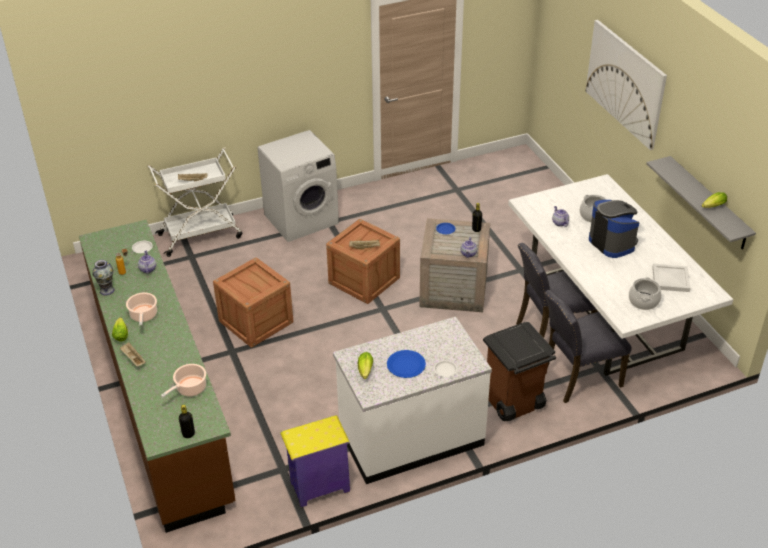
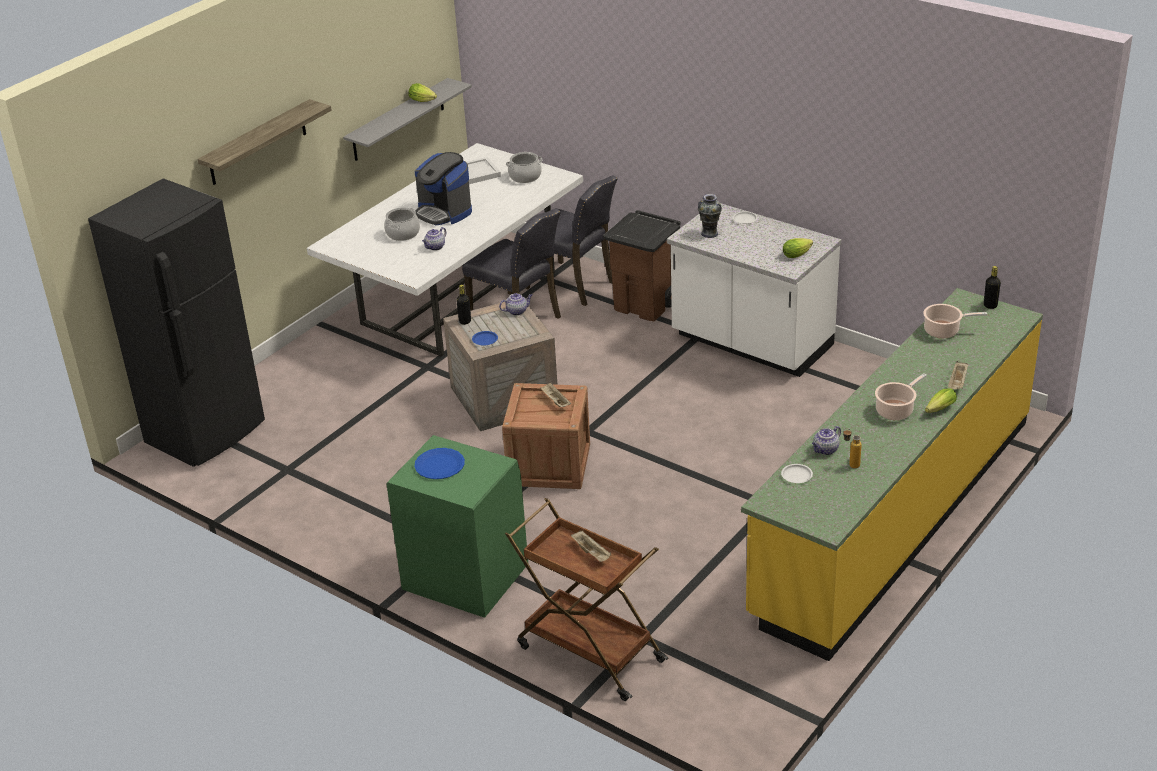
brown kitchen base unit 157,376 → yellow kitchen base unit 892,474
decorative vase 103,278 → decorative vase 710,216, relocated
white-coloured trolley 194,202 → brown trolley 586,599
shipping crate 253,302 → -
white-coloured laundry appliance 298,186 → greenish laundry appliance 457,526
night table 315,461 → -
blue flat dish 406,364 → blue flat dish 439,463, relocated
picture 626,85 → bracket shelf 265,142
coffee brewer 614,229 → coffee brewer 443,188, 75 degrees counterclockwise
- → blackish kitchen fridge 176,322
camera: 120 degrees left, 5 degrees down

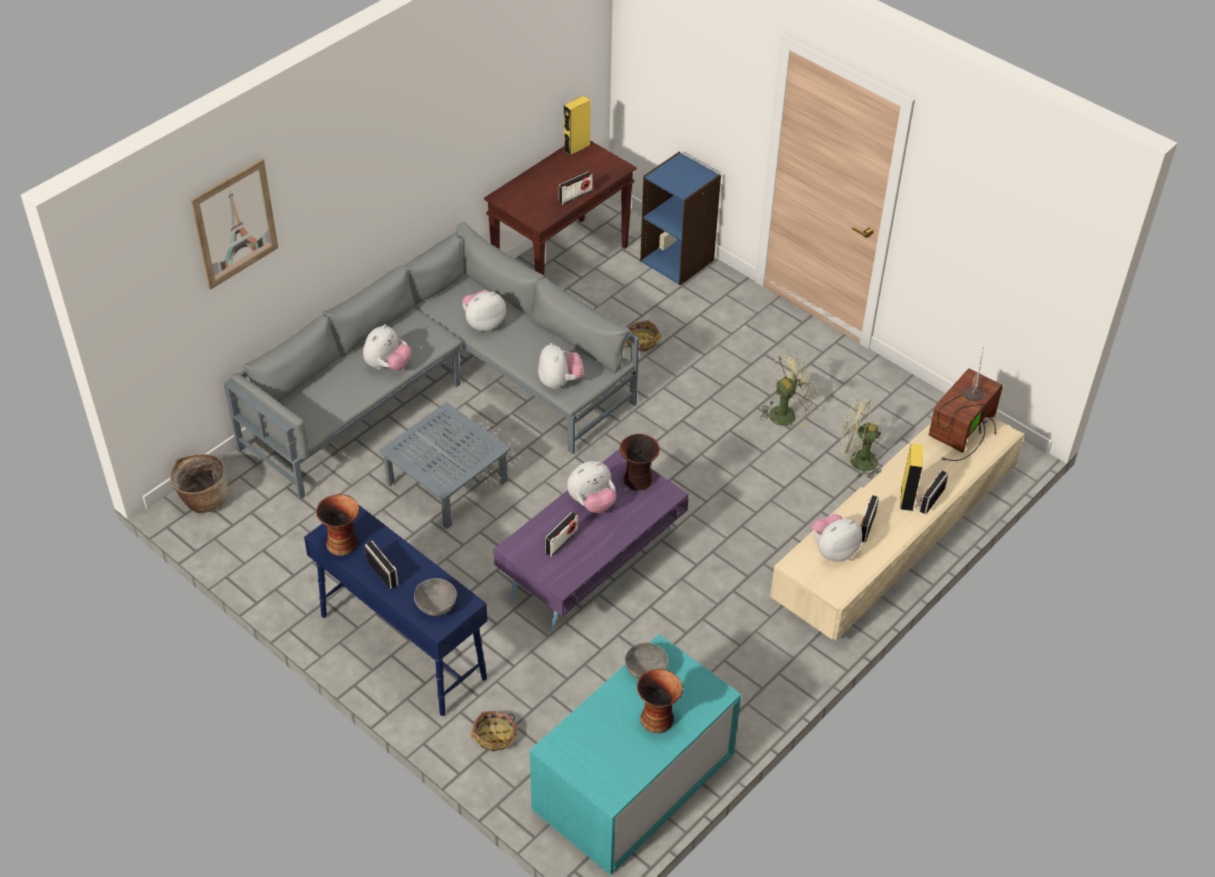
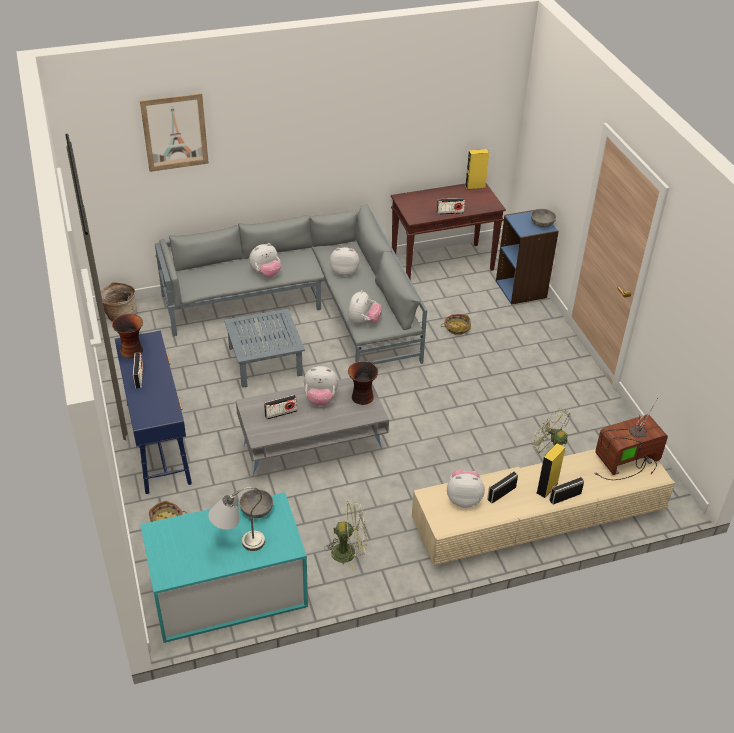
grey deep dish 435,597 → grey deep dish 543,218, relocated
purple coffee table 591,541 → grey coffee table 312,426
decorative vase 660,701 → grey tabletop lamp 236,519
greenish fan 790,389 → greenish fan 345,535, relocated
camera: 30 degrees right, 5 degrees down

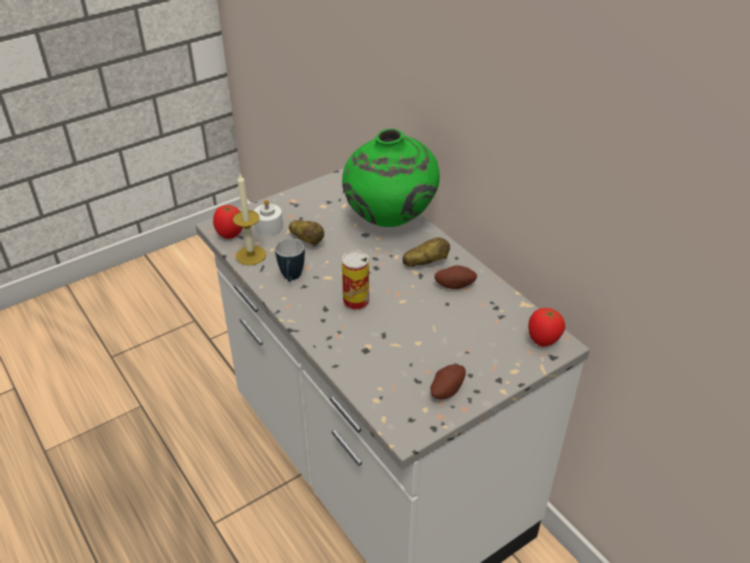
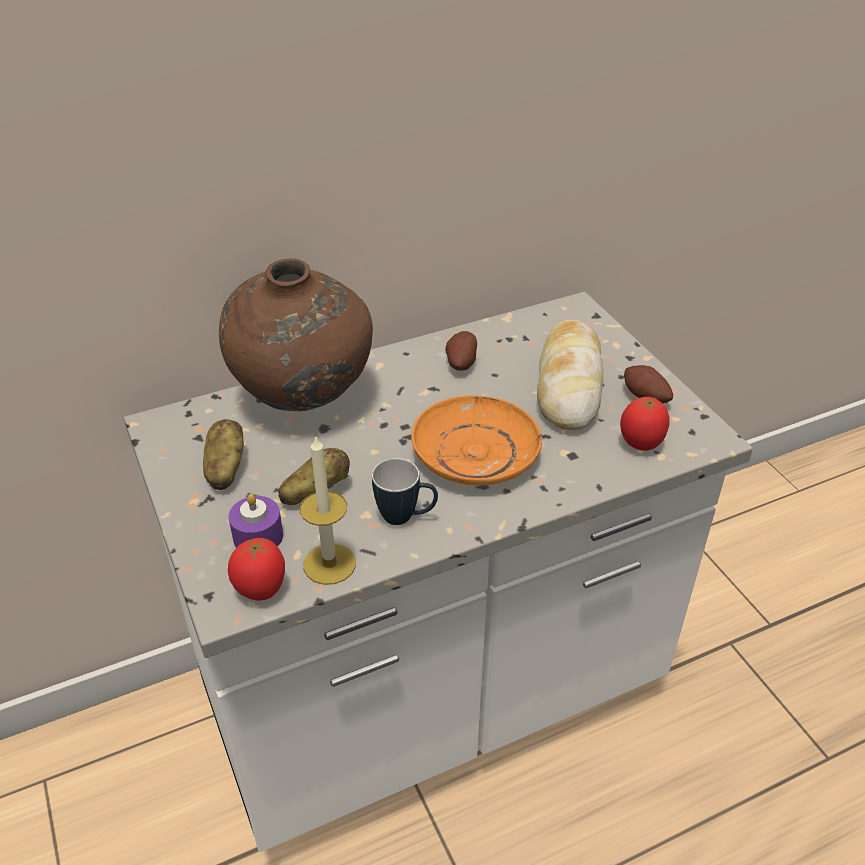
white-coloured wax candle 268,217 → purple wax candle 256,521
greenish decorative vase 391,178 → brown decorative vase 296,334
metal can 355,280 → orangey flat dish 476,440
potato 426,252 → potato 223,454, relocated
tomato 546,327 → tomato 645,424, relocated
- → bread 570,375
camera: 80 degrees left, 0 degrees up

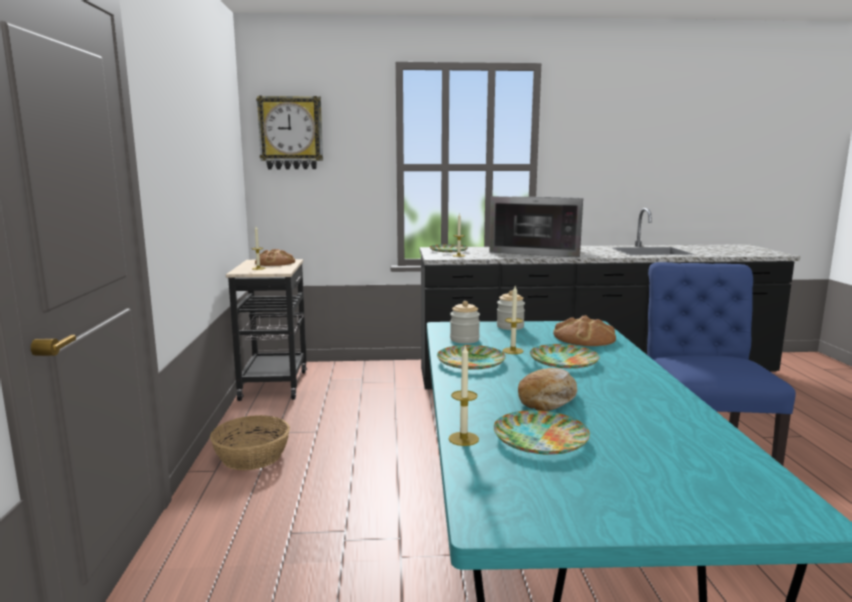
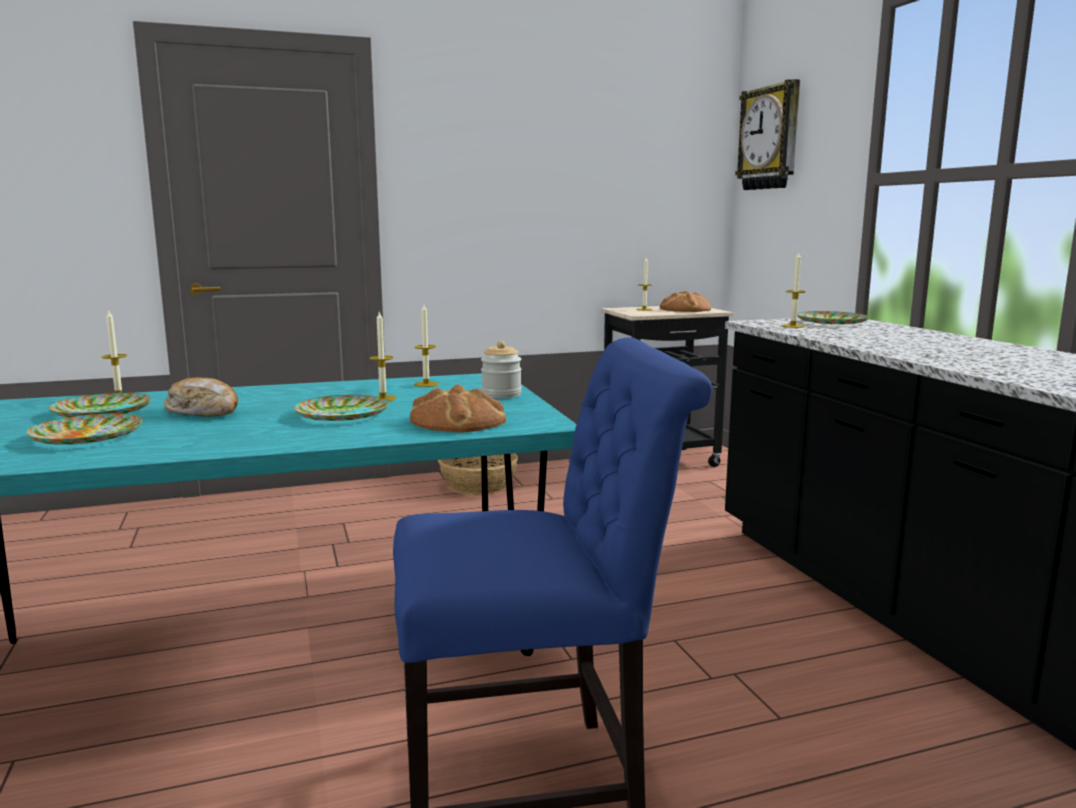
flat dish 471,357 → flat dish 84,429, relocated
jar 465,322 → wax candle 426,346
kitchen microwave 536,227 → -
camera: 75 degrees right, 0 degrees up

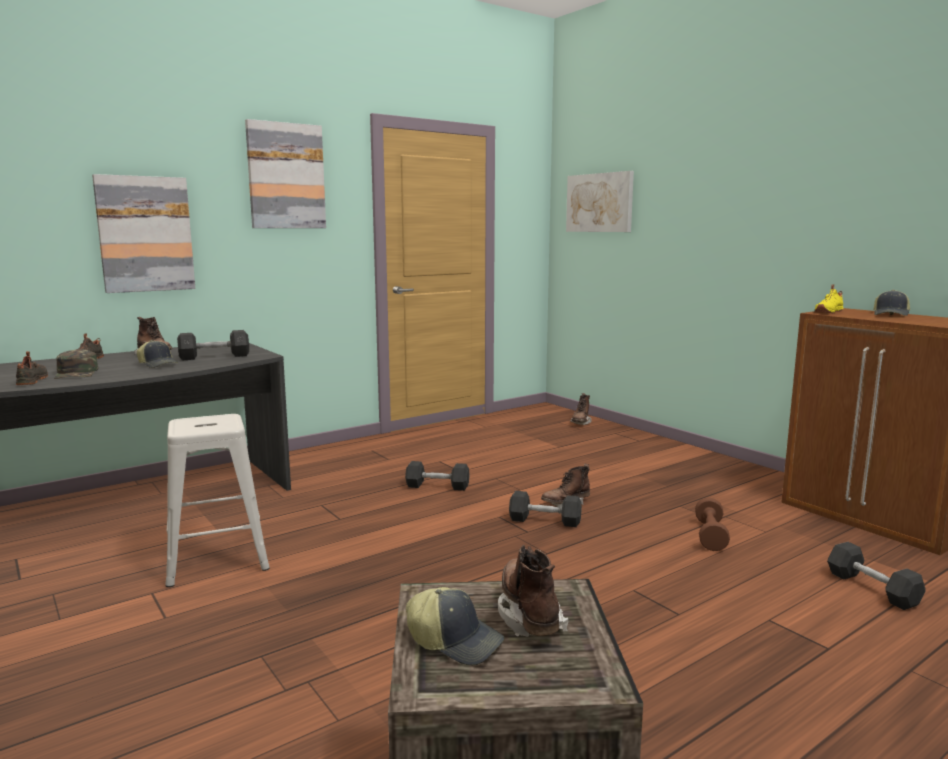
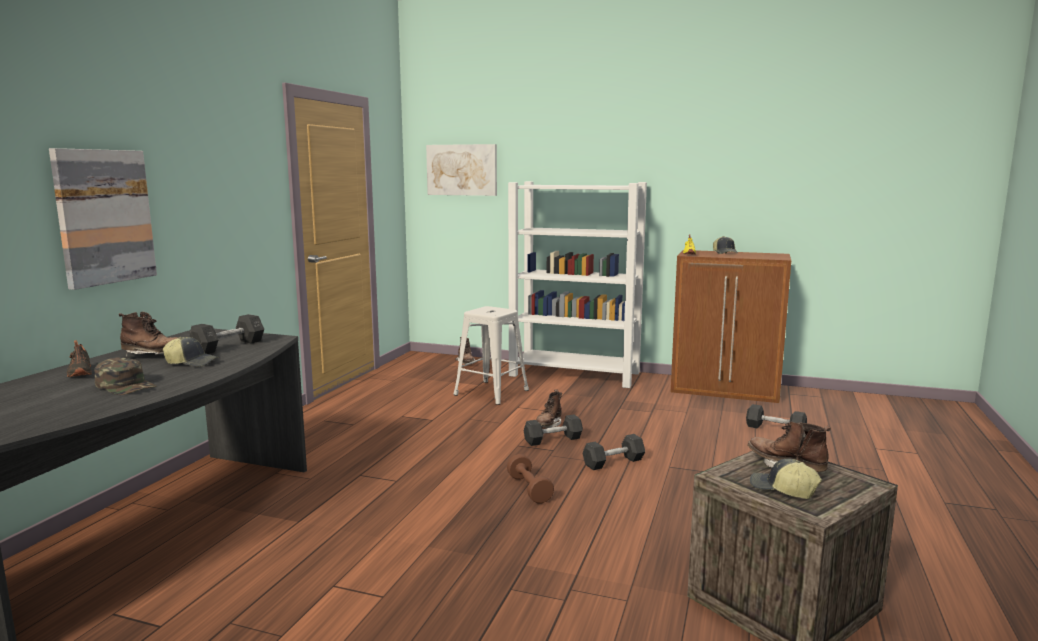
blackish shoe 32,368 → -
white-coloured stool seat 217,500 → white-coloured stool seat 491,355, relocated
picture 285,173 → -
grey free weight 437,476 → grey free weight 614,452, relocated
peaked cap 455,626 → peaked cap 786,479, 135 degrees counterclockwise
brown free weight 712,524 → brown free weight 530,478, relocated
- → white-coloured shelving unit 577,284
camera: 35 degrees left, 0 degrees up

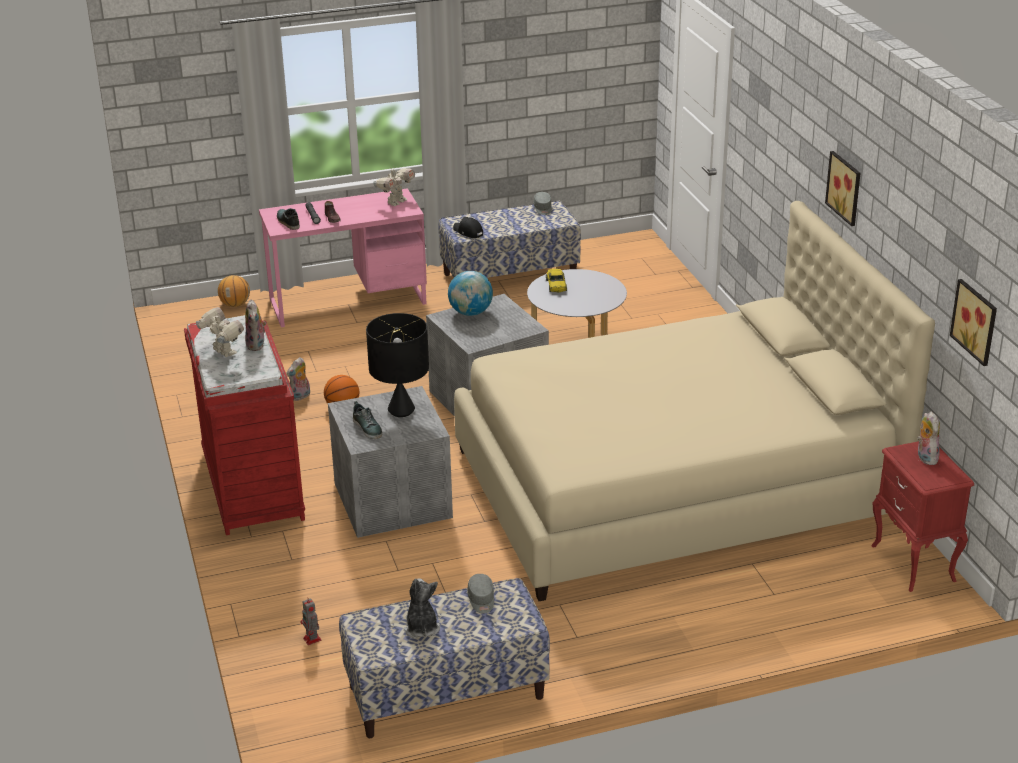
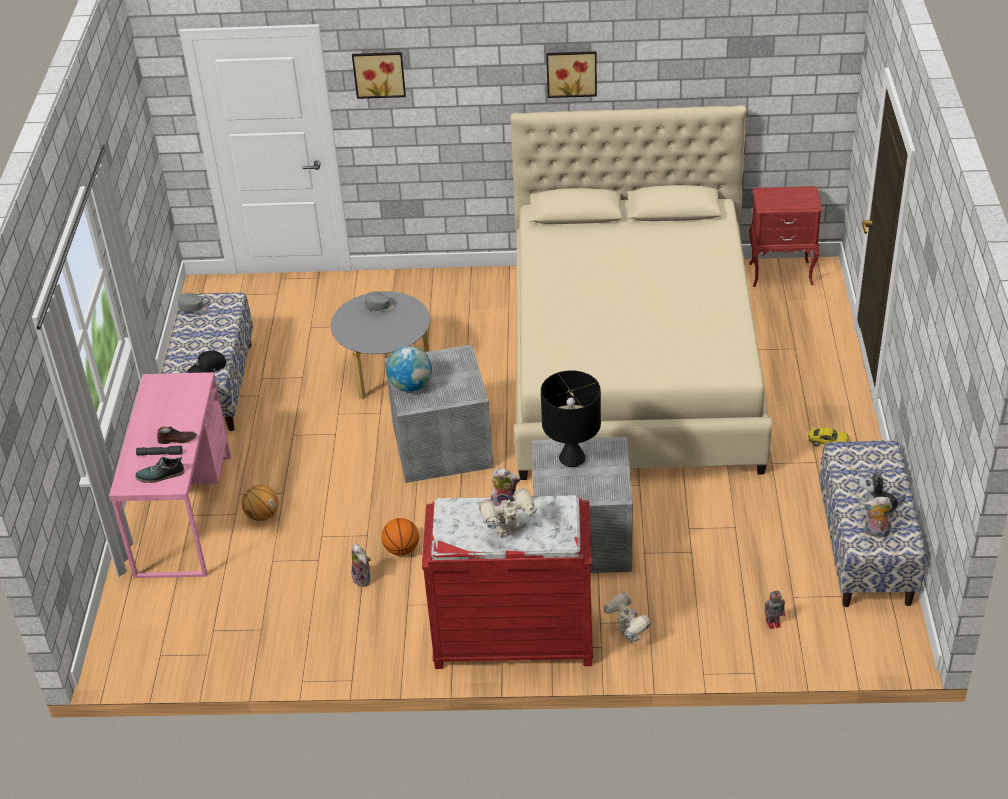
basketball ball 234,291 → basketball ball 260,503, relocated
shoe 367,420 → -
model robot 394,186 → model robot 627,617, relocated
grey peaked cap 480,593 → grey peaked cap 380,301, relocated
yellow toy car 556,280 → yellow toy car 829,437, relocated
plush toy 928,438 → plush toy 877,518, relocated
picture 973,322 → picture 379,75, relocated
camera: 70 degrees left, 10 degrees up

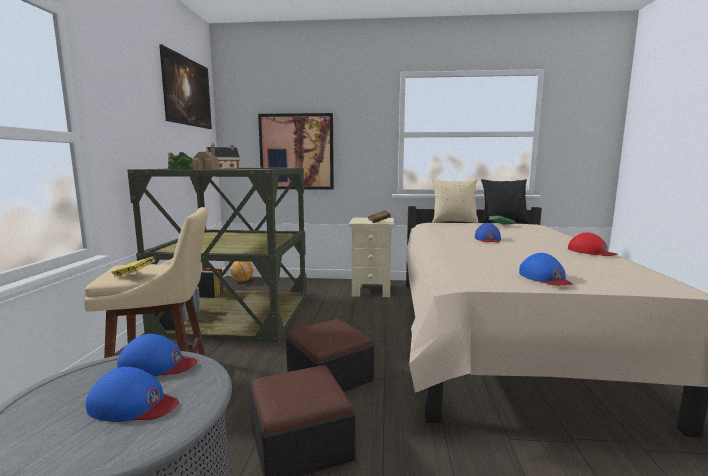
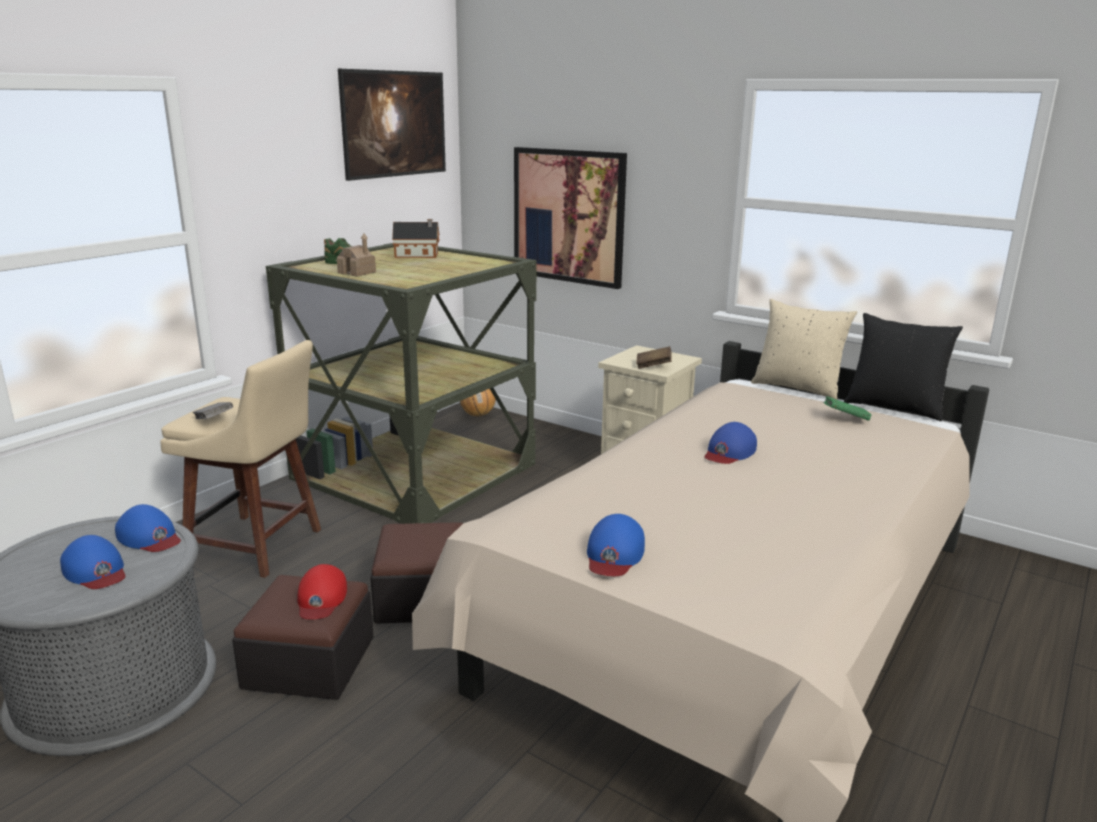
yellow volume 133,267 → grey volume 213,410
red peaked cap 593,244 → red peaked cap 322,591, relocated
camera: 30 degrees right, 10 degrees up

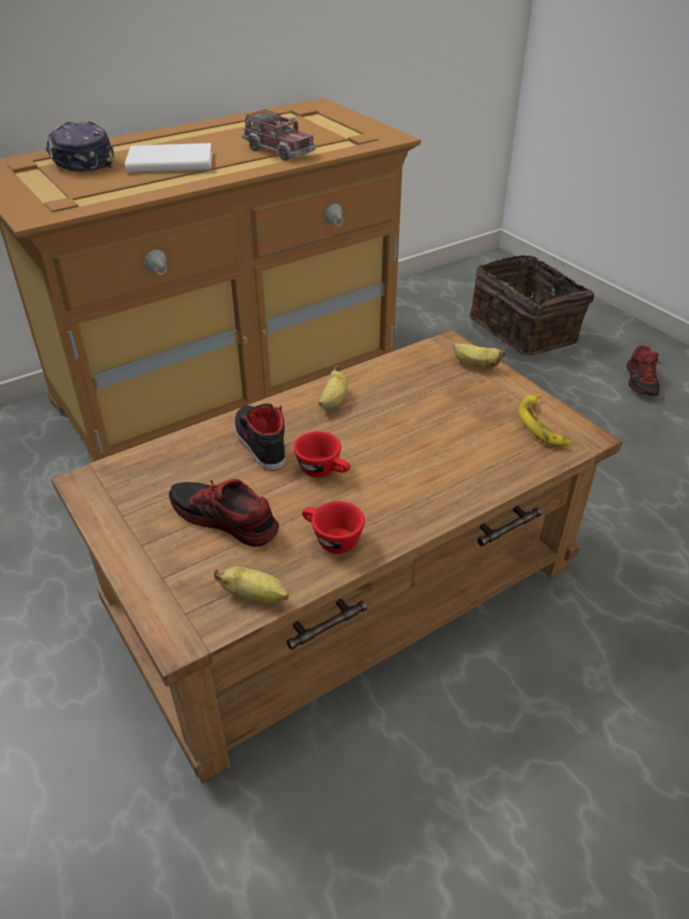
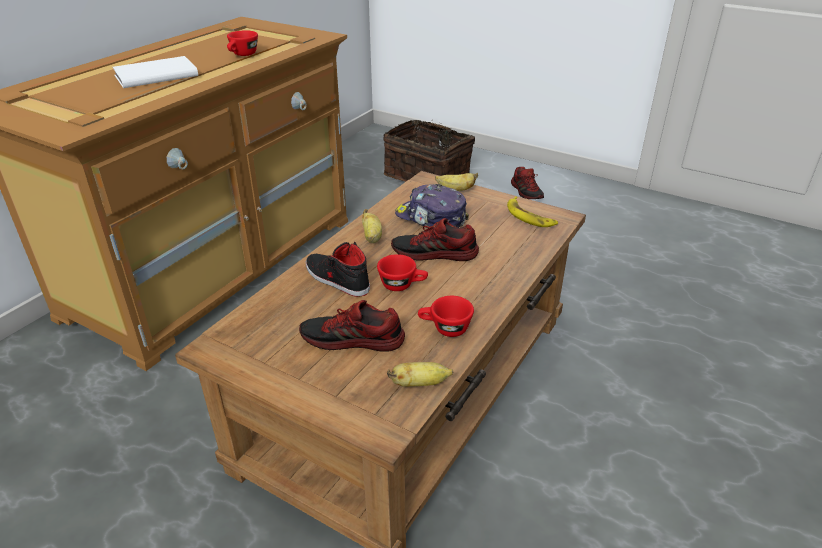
peaked cap 80,146 → peaked cap 432,206, relocated
toy lorry 279,135 → red cup 242,43
- → shoe 435,239
camera: 25 degrees left, 5 degrees down

